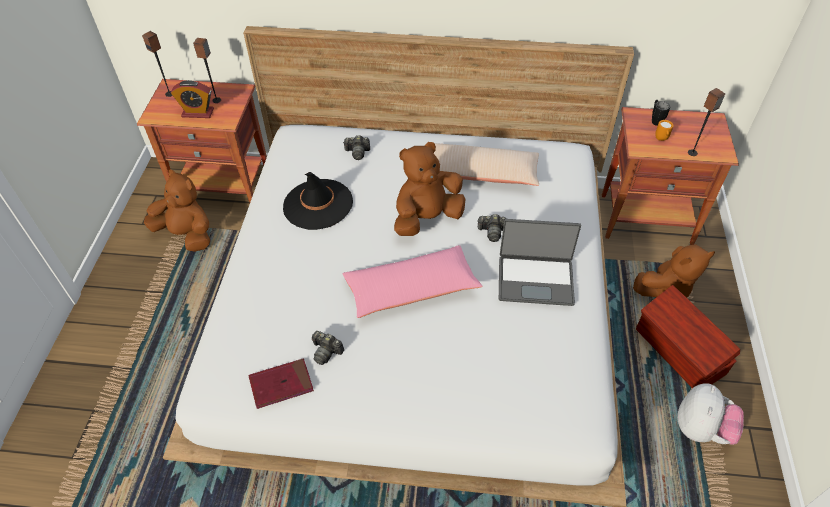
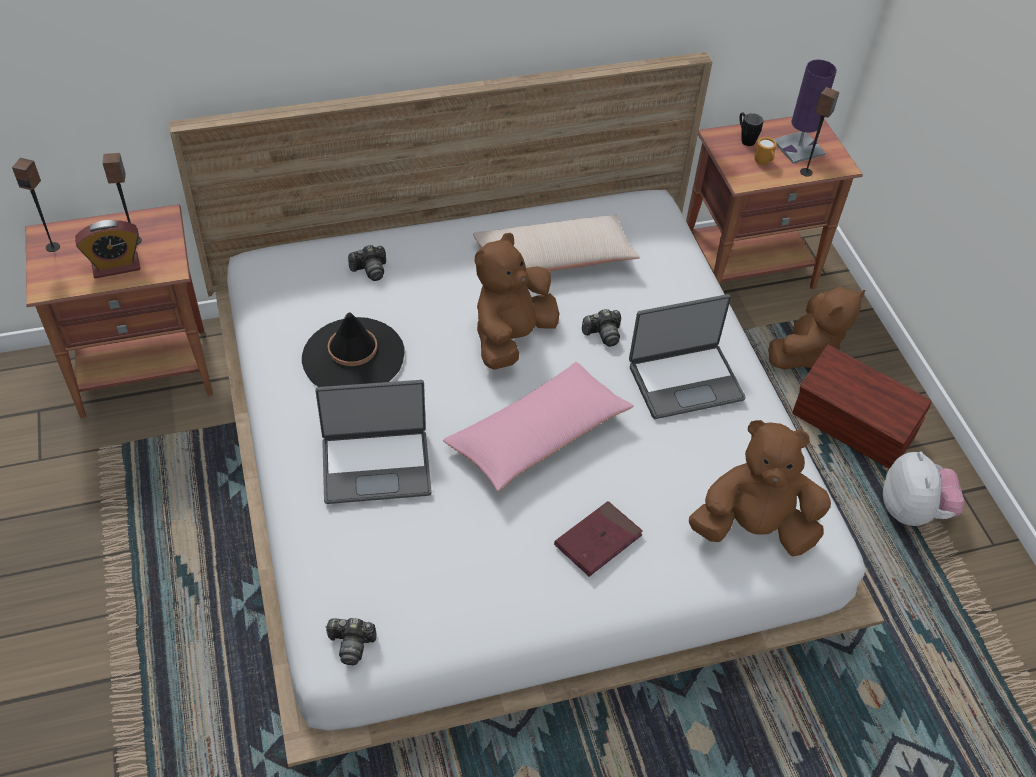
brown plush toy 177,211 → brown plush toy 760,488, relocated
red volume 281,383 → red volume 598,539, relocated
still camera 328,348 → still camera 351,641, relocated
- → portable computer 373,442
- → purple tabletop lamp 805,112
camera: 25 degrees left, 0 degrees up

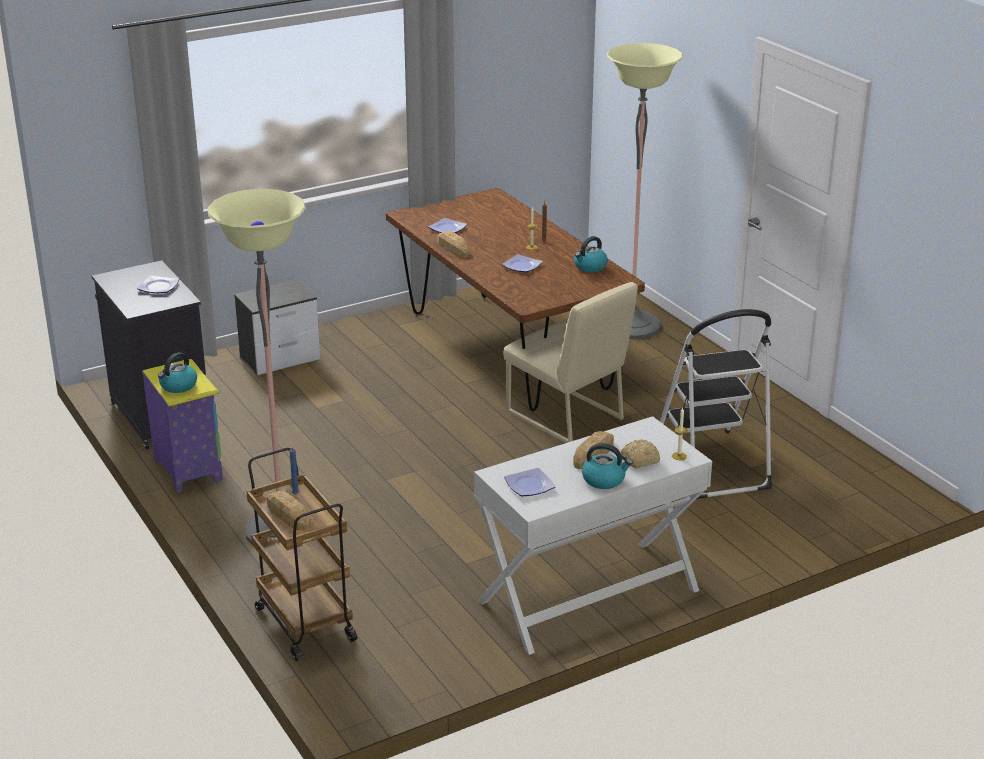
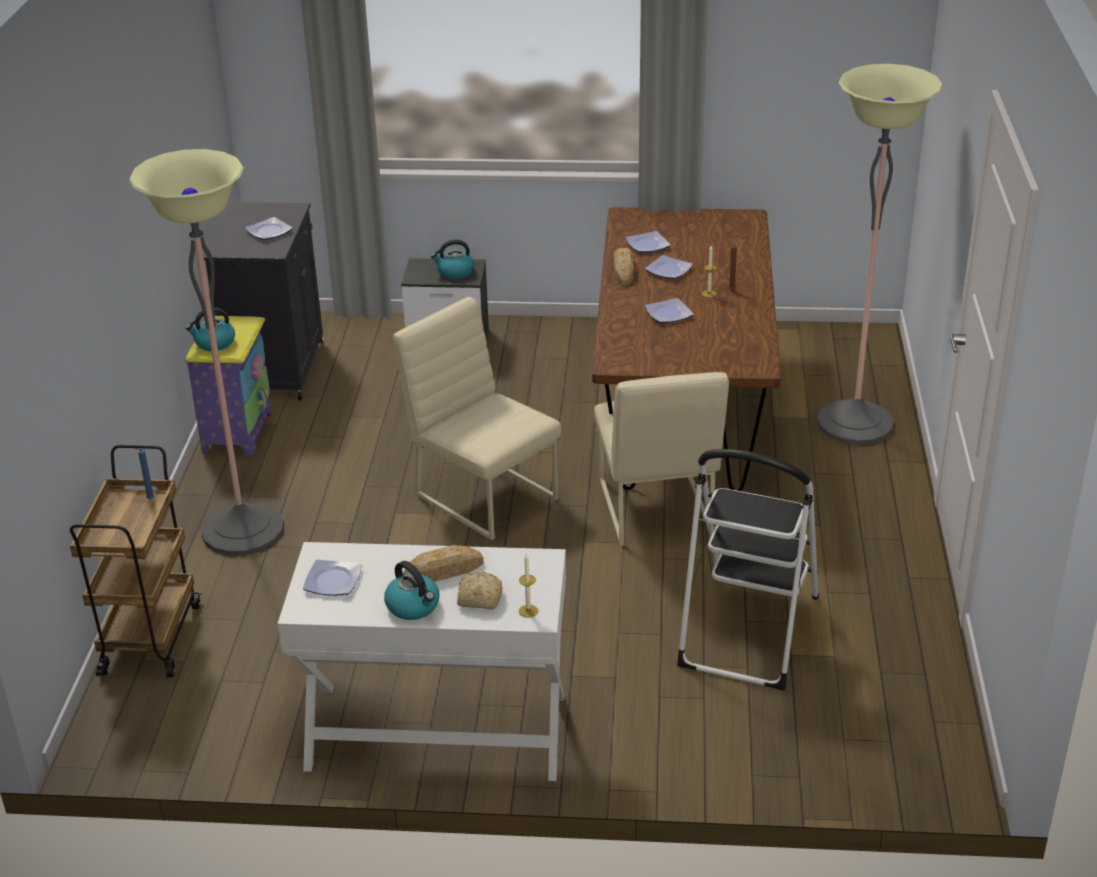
bread 288,511 → -
kettle 591,254 → kettle 452,259, relocated
- → sand-coloured upright chair 477,418
- → flat dish 669,267
camera: 35 degrees right, 5 degrees up

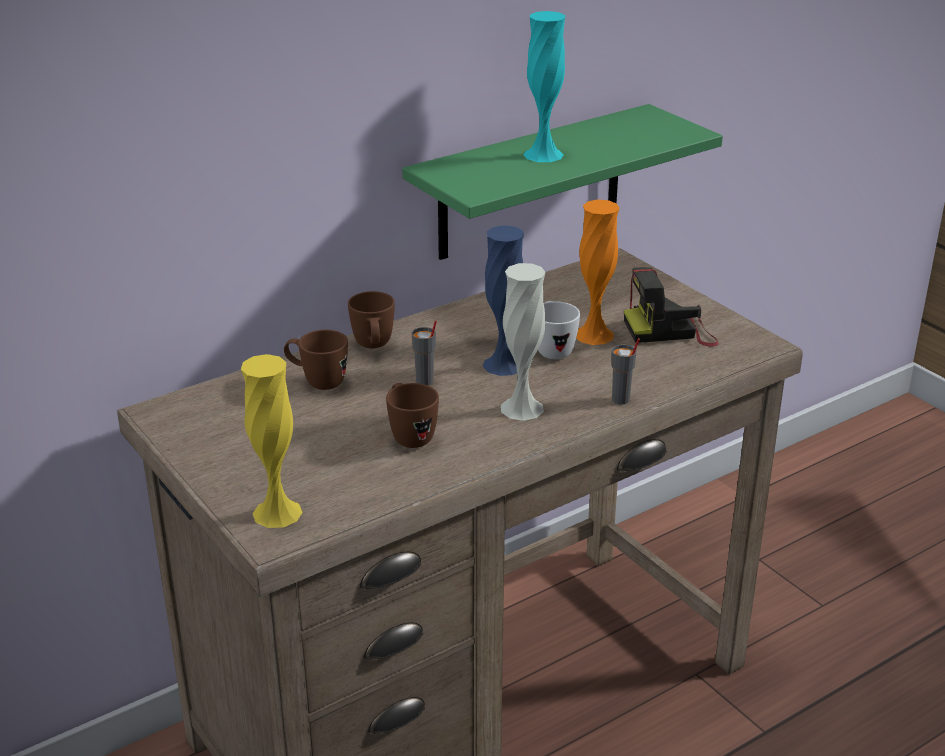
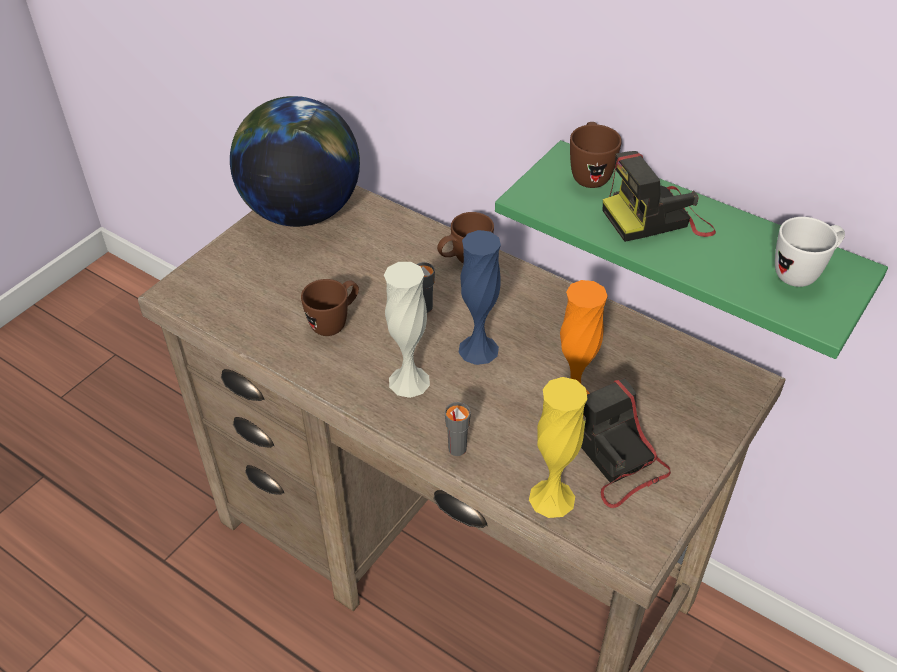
yellow decorative vase 272,441 → yellow decorative vase 558,447, relocated
brown tea mug 316,360 → brown tea mug 596,155, relocated
turquoise decorative vase 544,86 → still camera 659,196
white-coloured tea mug 559,330 → white-coloured tea mug 810,252, relocated
- → globe 295,161
camera: 70 degrees right, 15 degrees up

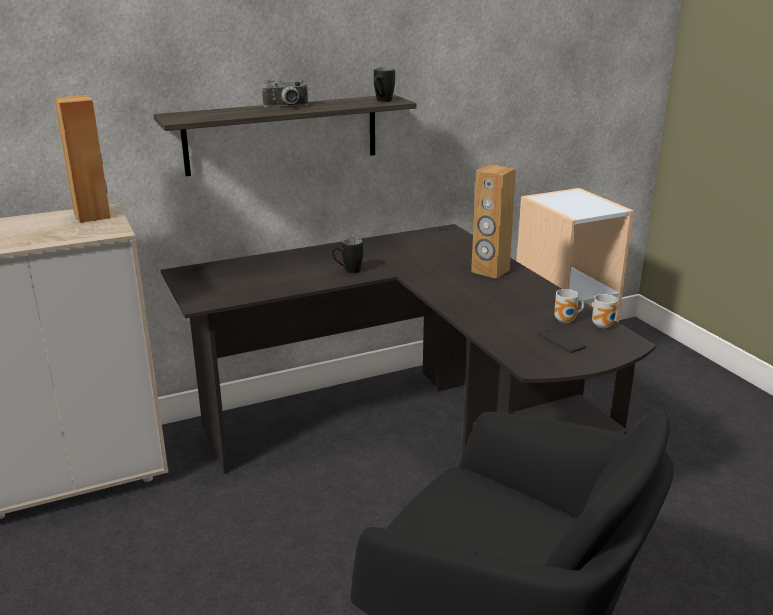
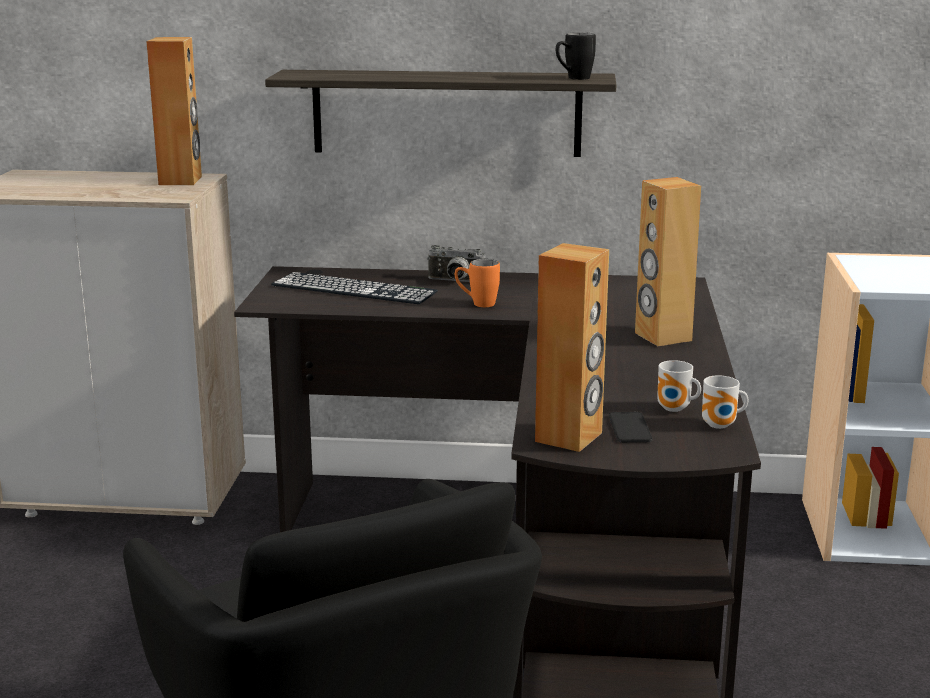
still camera 285,93 → still camera 456,263, relocated
blackish tea mug 348,255 → orangey tea mug 477,283
- → PC keyboard 354,288
- → brown loudspeaker 572,347
camera: 30 degrees right, 5 degrees down

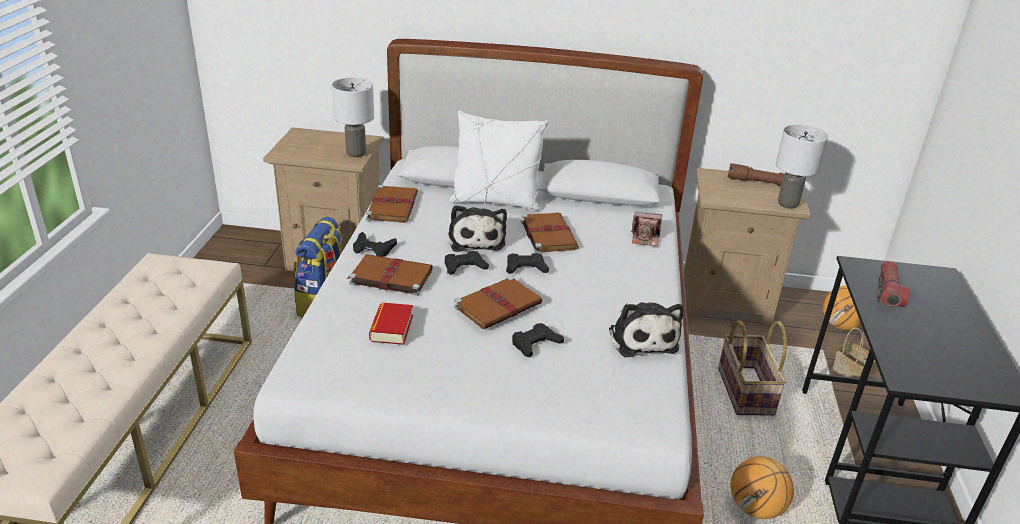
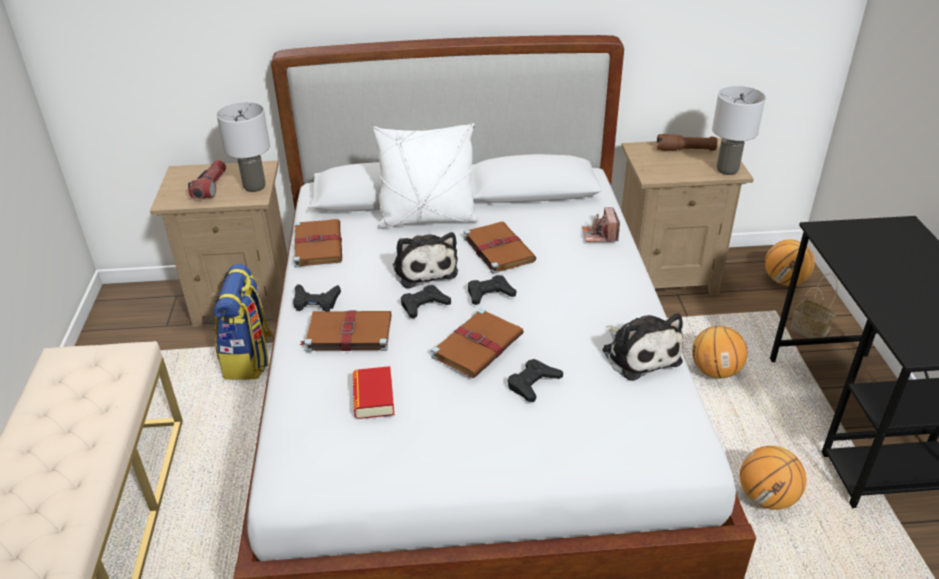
still camera 646,229 → still camera 601,224, 90 degrees clockwise
storage basket 752,368 → basketball ball 720,352
hand torch 893,284 → hand torch 207,179, relocated
camera: 10 degrees left, 5 degrees up

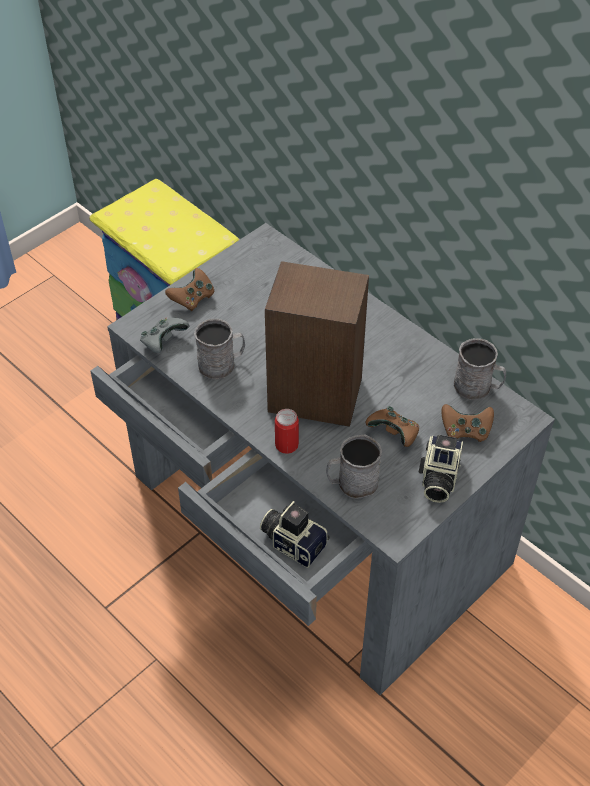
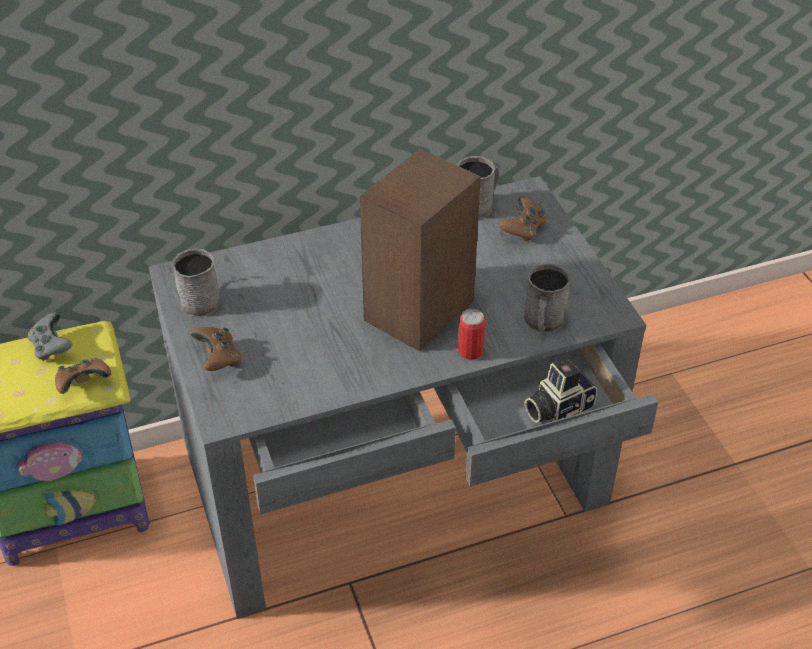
grey joypad 164,335 → grey joypad 50,336, relocated
grey tea mug 219,349 → grey tea mug 196,283, relocated
brown joypad 392,426 → brown joypad 83,376, relocated
still camera 440,468 → -
camera: 65 degrees left, 5 degrees down

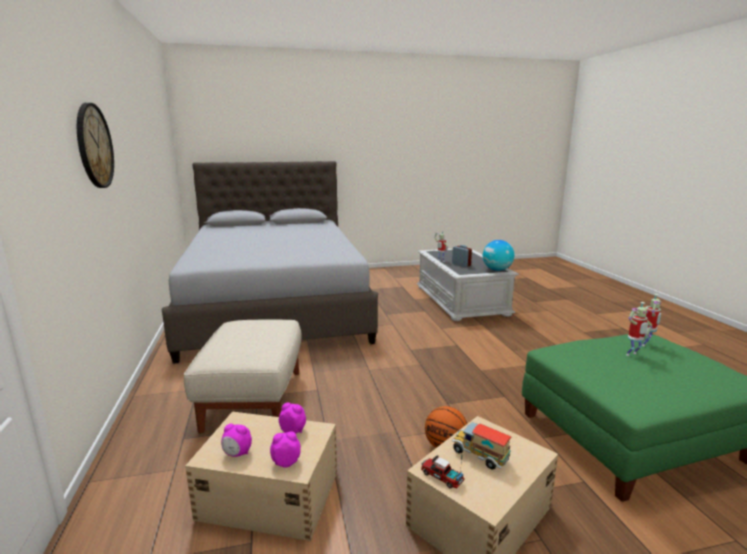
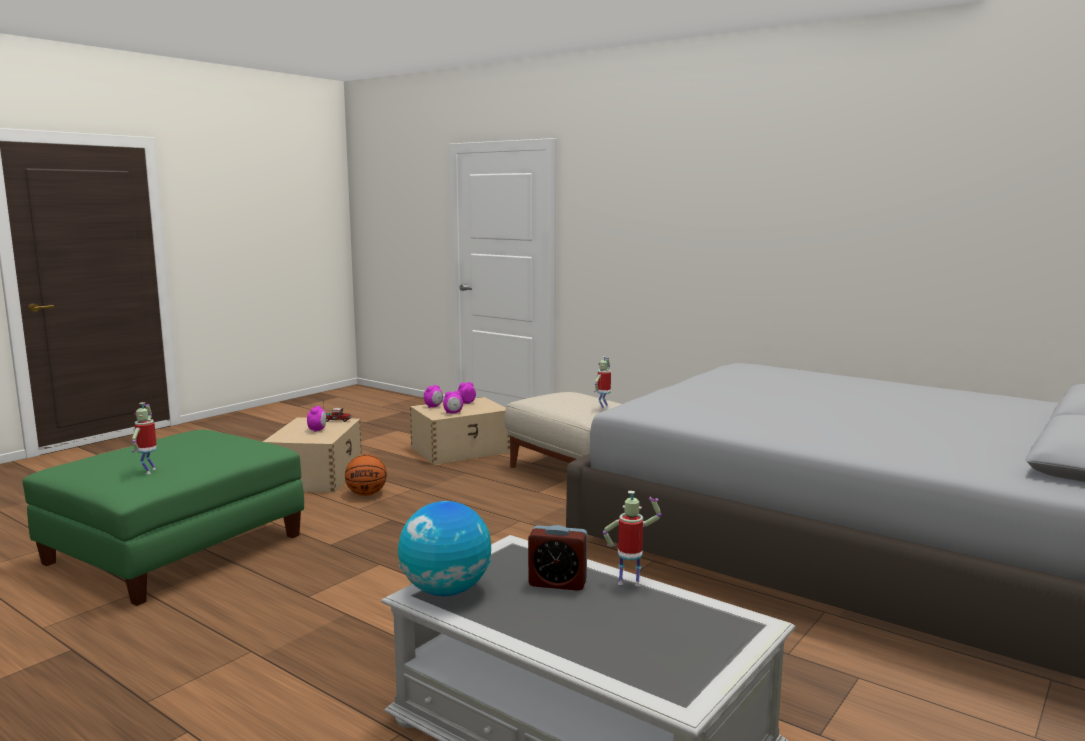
hanging clock 95,145 → -
toy lorry 482,446 → bedside clock 316,419
model robot 639,329 → model robot 602,383, relocated
camera: 140 degrees right, 5 degrees down

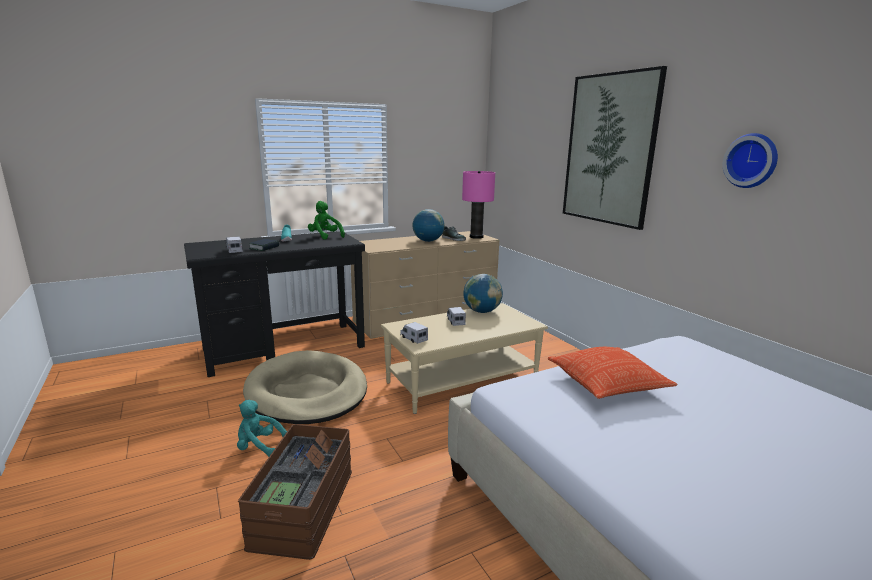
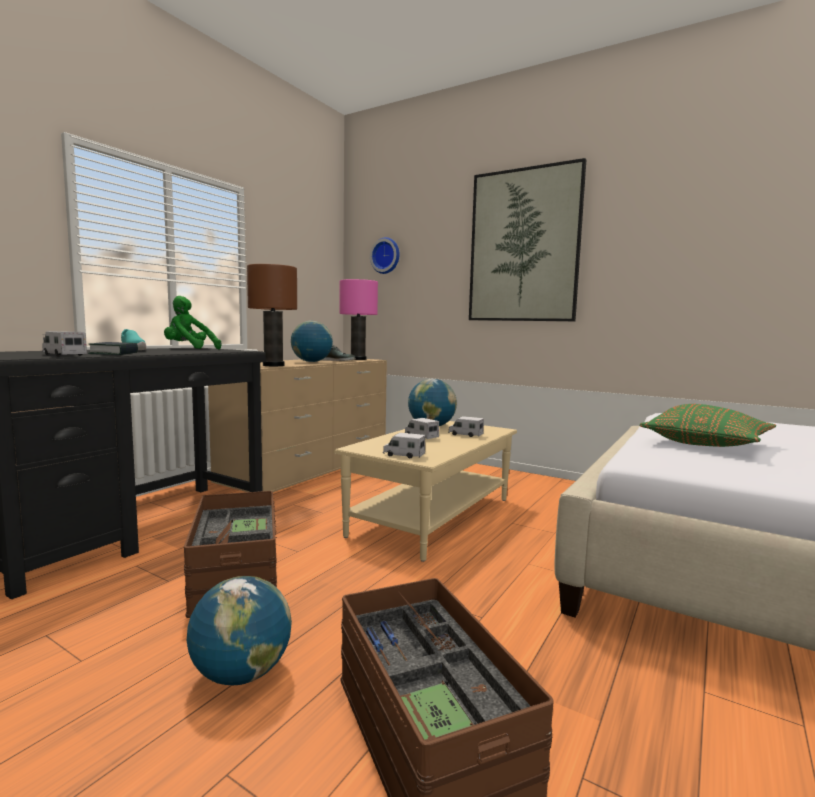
turquoise plush toy 262,428 → globe 239,630
sand-coloured dog cushion 305,387 → brown storage box 230,554
orangey cushion 612,373 → greenish cushion 707,425
hanging clock 750,160 → hanging clock 385,255, relocated
- → brown tabletop lamp 272,315
- → toy lorry 466,426
camera: 30 degrees left, 10 degrees down

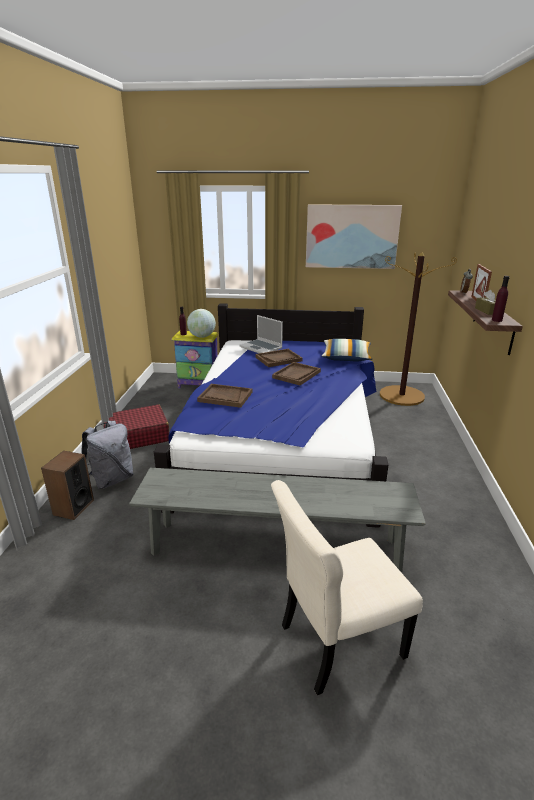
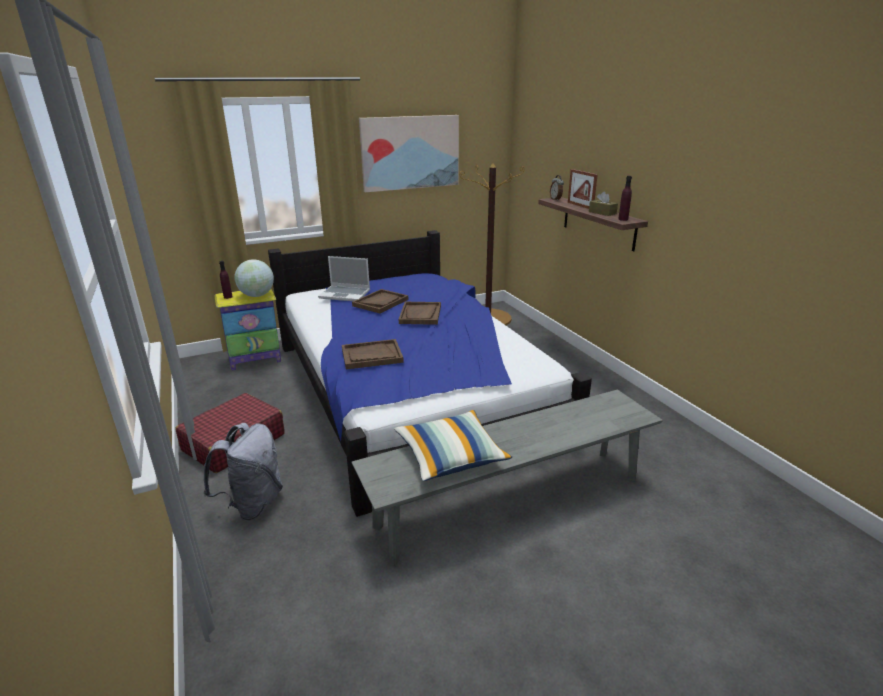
loudspeaker 67,485 → -
sand-coloured upright chair 347,587 → -
cushion 347,350 → cushion 453,445, relocated
camera: 30 degrees left, 0 degrees up

